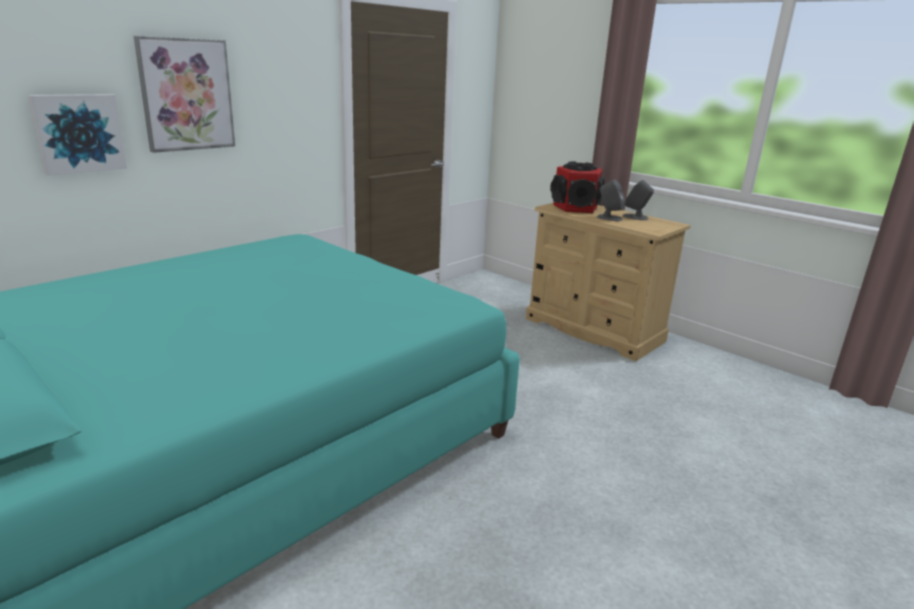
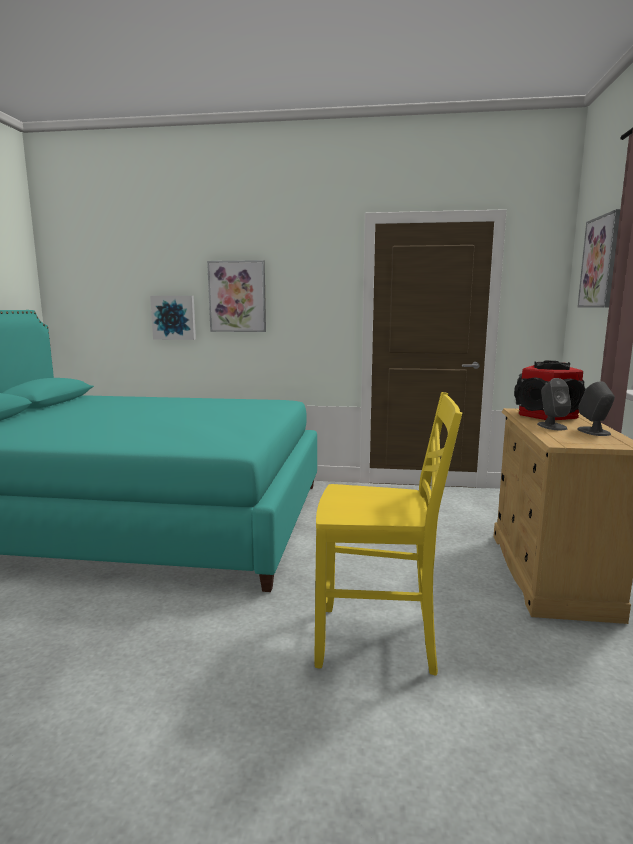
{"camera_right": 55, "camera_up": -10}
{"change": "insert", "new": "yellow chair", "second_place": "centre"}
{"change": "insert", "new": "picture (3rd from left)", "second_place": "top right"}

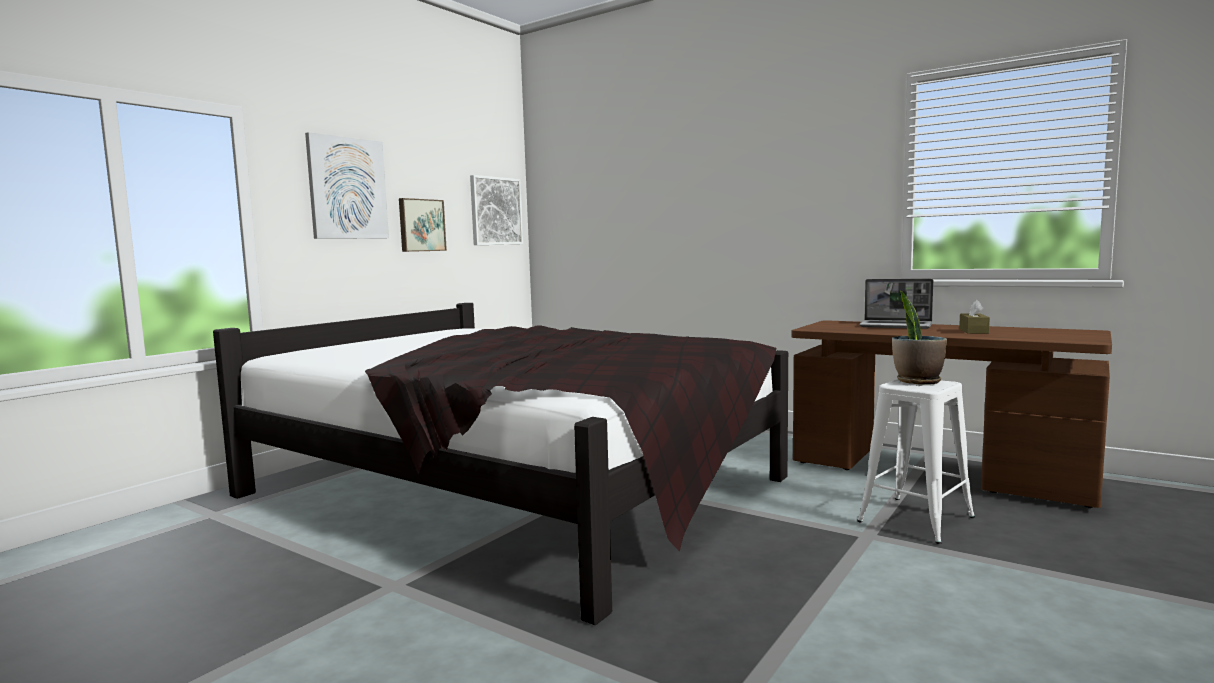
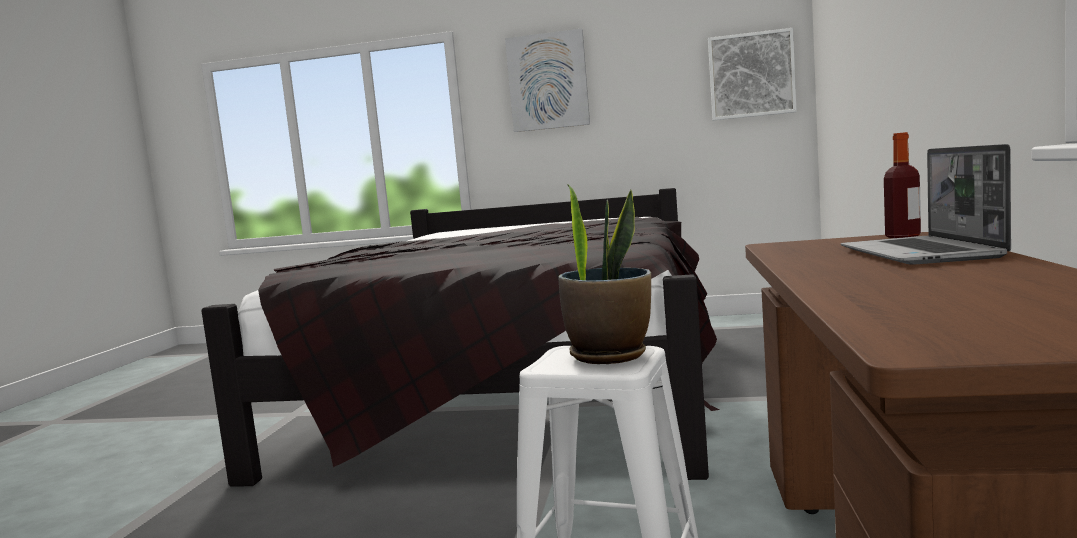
{"camera_right": 65, "camera_up": 0}
{"change": "delete", "old": "picture (2nd from left)", "first_place": "top centre"}
{"change": "delete", "old": "brown tissue box", "first_place": "middle right"}
{"change": "insert", "new": "bottle", "second_place": "middle right"}

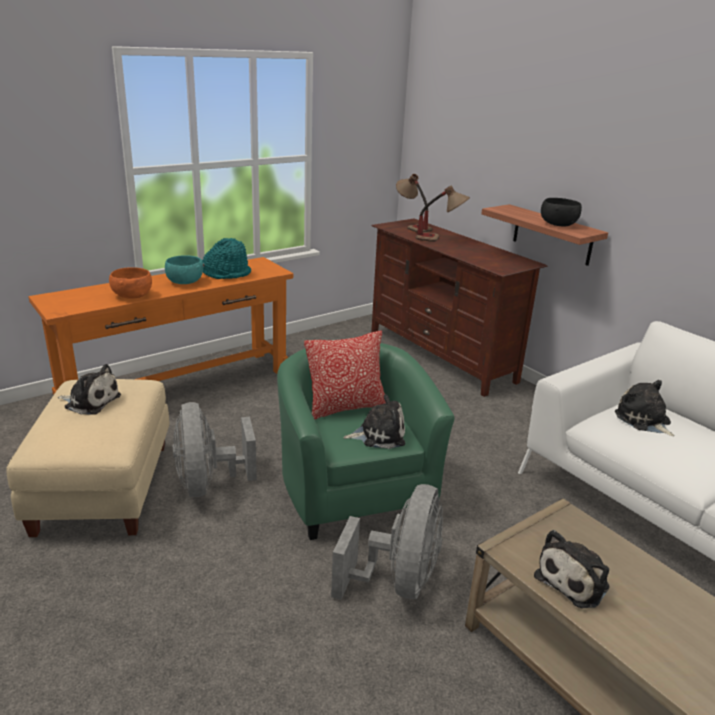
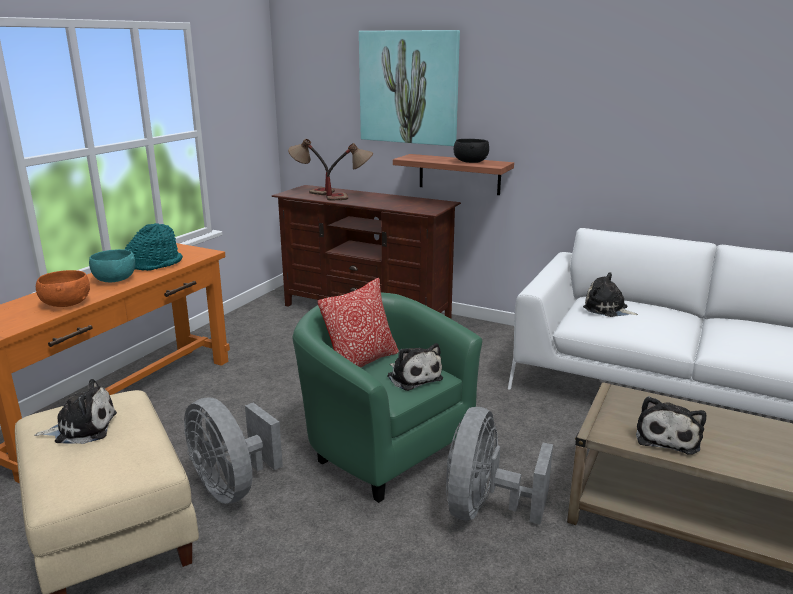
{"camera_right": -25, "camera_up": -5}
{"change": "insert", "new": "picture", "second_place": "top centre"}
{"change": "rotate", "old": "grey fan (2nd from left)", "first_place": "bottom centre", "second_place": "bottom centre", "degrees": -150}
{"change": "rotate", "old": "plush toy (2nd from left)", "first_place": "centre", "second_place": "centre", "degrees": 90}

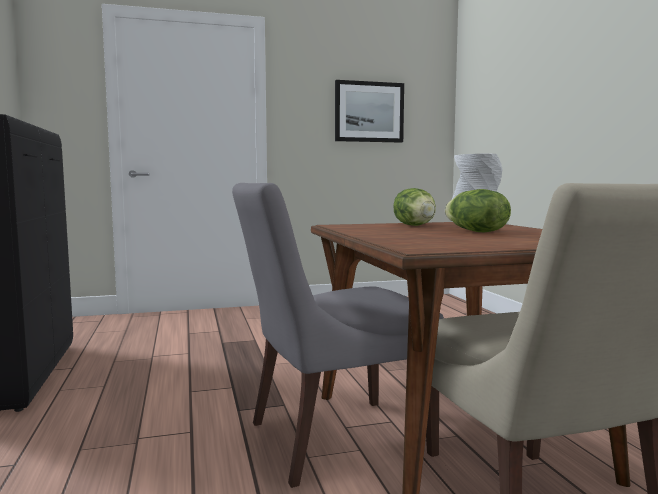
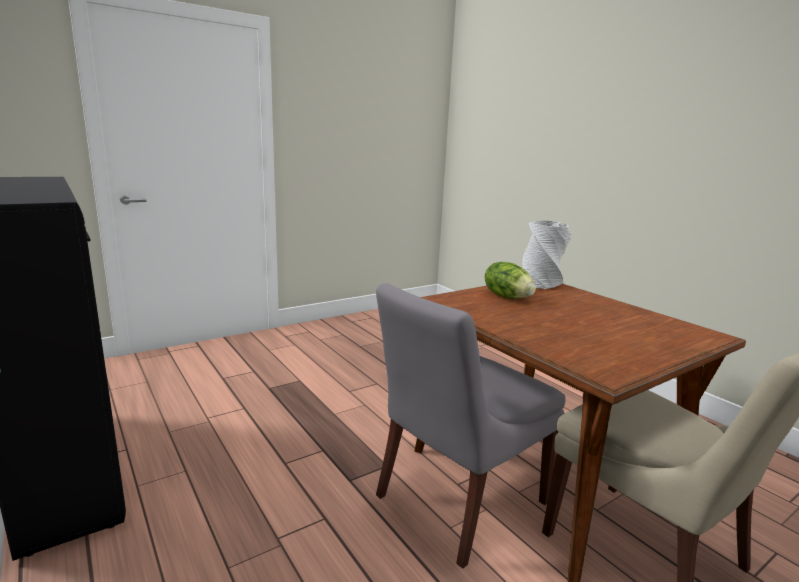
{"camera_right": -20, "camera_up": 10}
{"change": "delete", "old": "picture", "first_place": "top centre"}
{"change": "delete", "old": "lettuce (2nd from left)", "first_place": "middle right"}

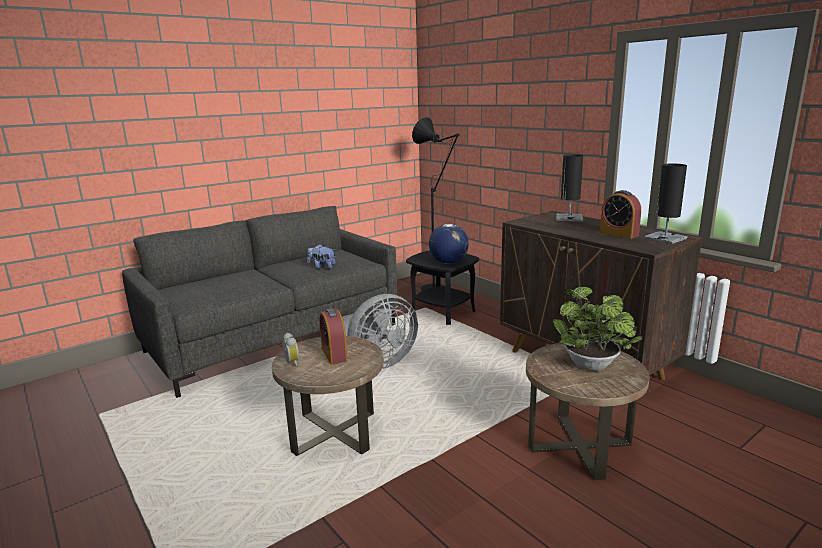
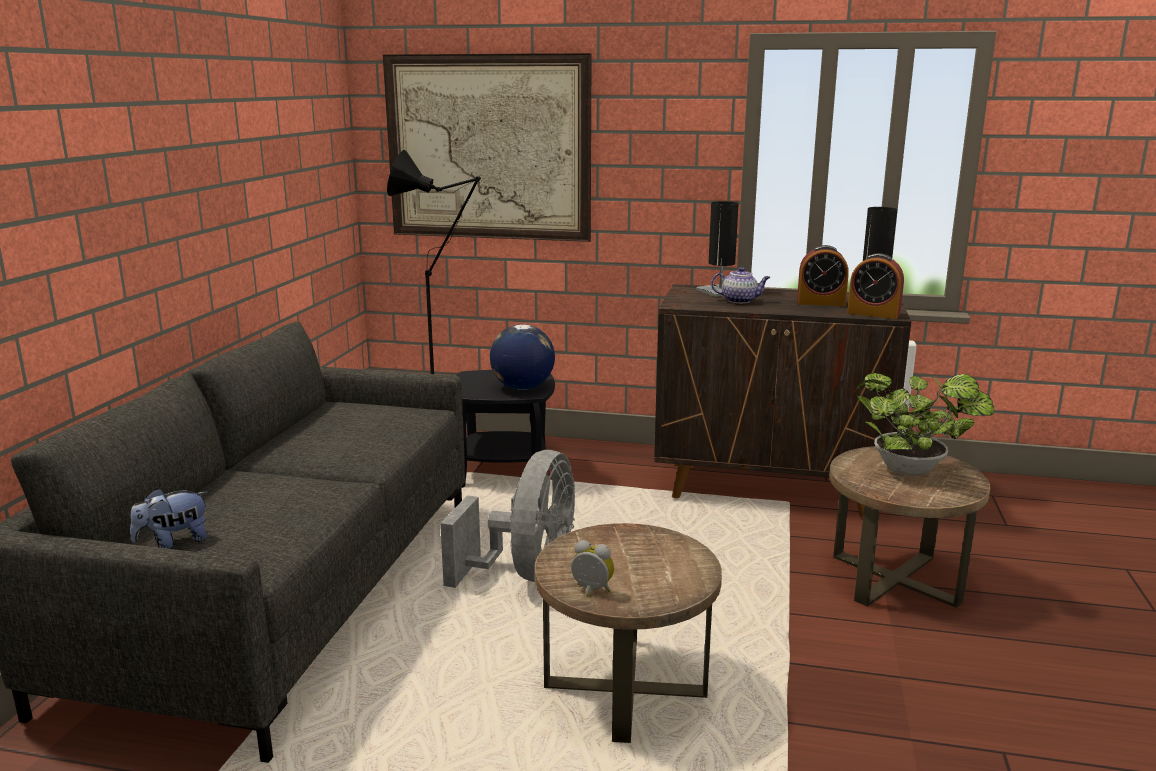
{"camera_right": -40, "camera_up": 0}
{"change": "insert", "new": "picture", "second_place": "top centre"}
{"change": "insert", "new": "teapot", "second_place": "centre"}
{"change": "move", "old": "plush toy", "first_place": "centre", "second_place": "bottom left"}
{"change": "move", "old": "alarm clock (2nd from left in the first image)", "new": "alarm clock (3rd from left)", "first_place": "centre", "second_place": "middle right"}

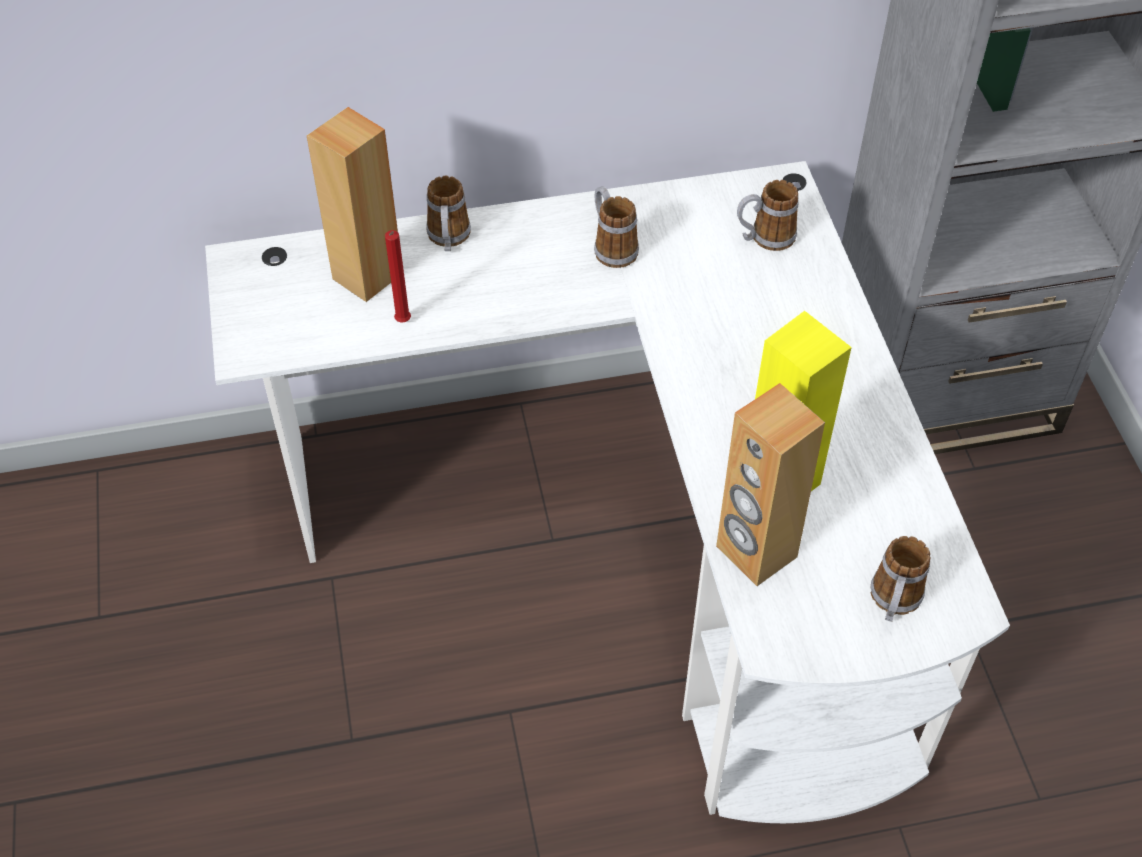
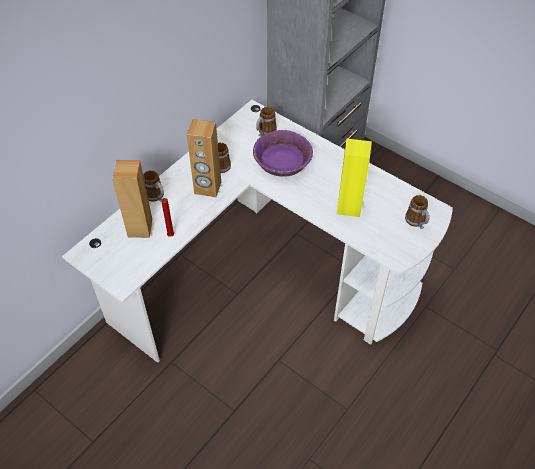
{"camera_right": -40, "camera_up": 0}
{"change": "insert", "new": "purple bowl", "second_place": "top centre"}
{"change": "move", "old": "brown speaker (2nd from left)", "first_place": "middle right", "second_place": "centre"}

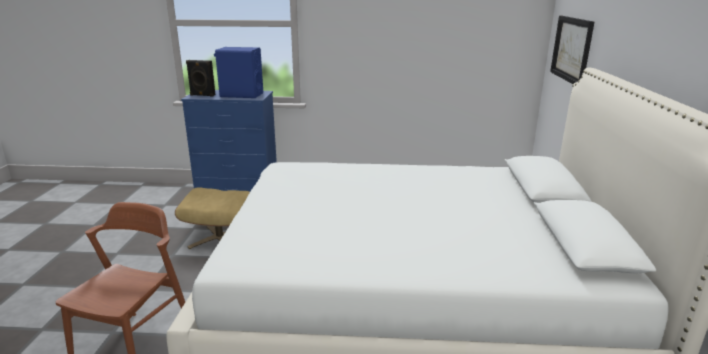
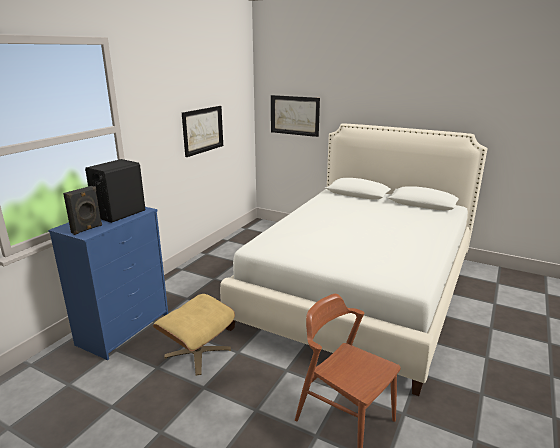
{"camera_right": -65, "camera_up": 0}
{"change": "insert", "new": "picture (1st from left)", "second_place": "top centre"}
{"change": "recolor", "old": "blue speaker", "new": "black speaker (2nd from left)", "first_place": "top centre", "second_place": "middle left"}

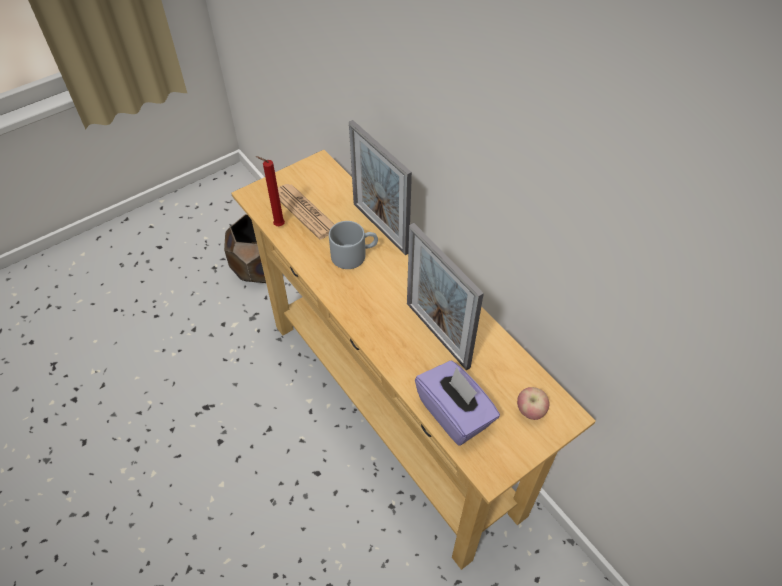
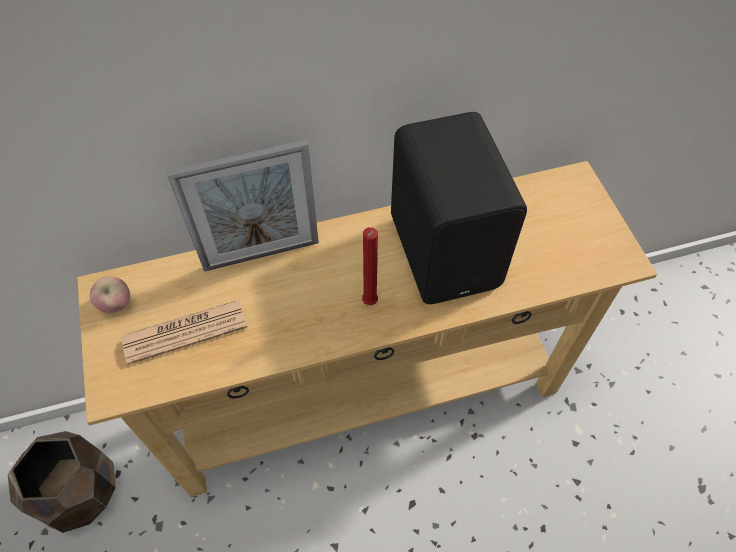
{"camera_right": -70, "camera_up": 5}
{"change": "delete", "old": "grey mug", "first_place": "centre"}
{"change": "delete", "old": "purple tissue box", "first_place": "bottom centre"}
{"change": "move", "old": "red candle", "first_place": "top centre", "second_place": "centre"}
{"change": "move", "old": "apple", "first_place": "bottom right", "second_place": "middle left"}
{"change": "replace", "old": "picture frame (2nd from left)", "new": "black speaker", "first_place": "centre", "second_place": "centre"}

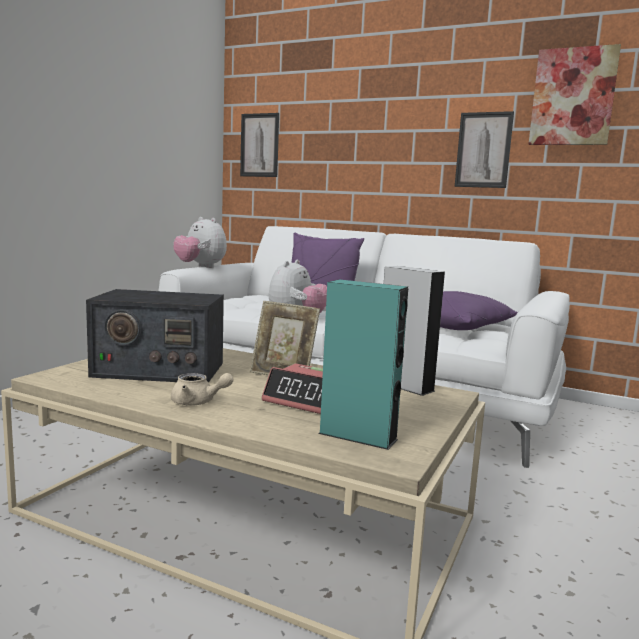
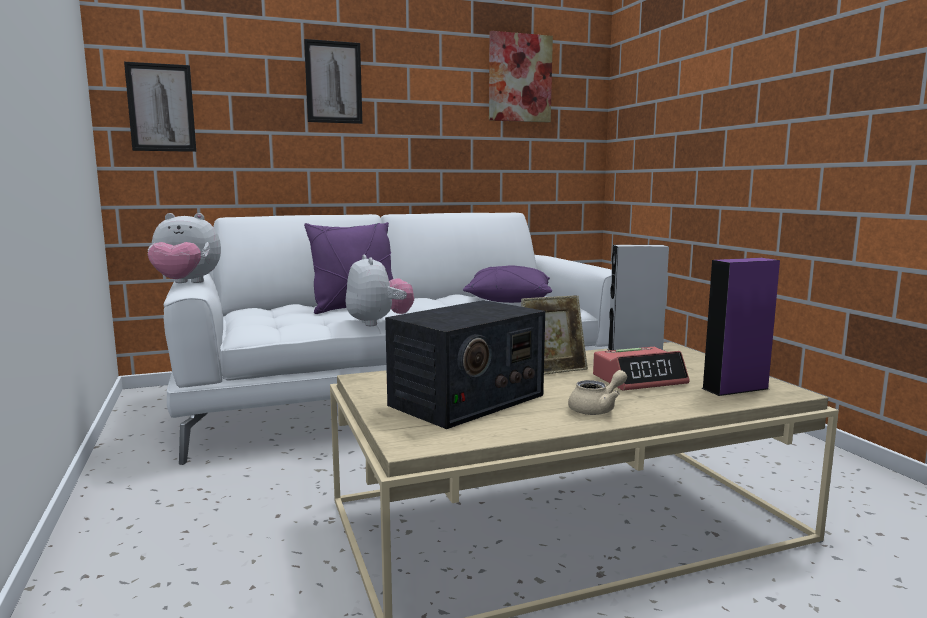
{"camera_right": -45, "camera_up": 0}
{"change": "move", "old": "picture (2nd from left)", "first_place": "top right", "second_place": "top centre"}
{"change": "recolor", "old": "turquoise speaker", "new": "purple speaker", "first_place": "centre", "second_place": "middle right"}

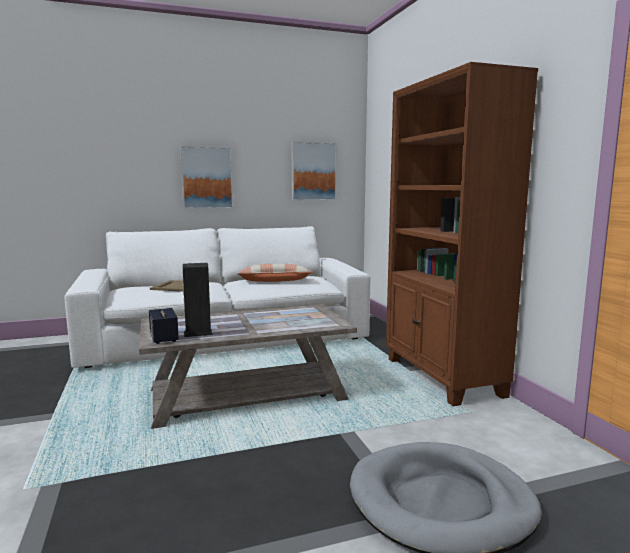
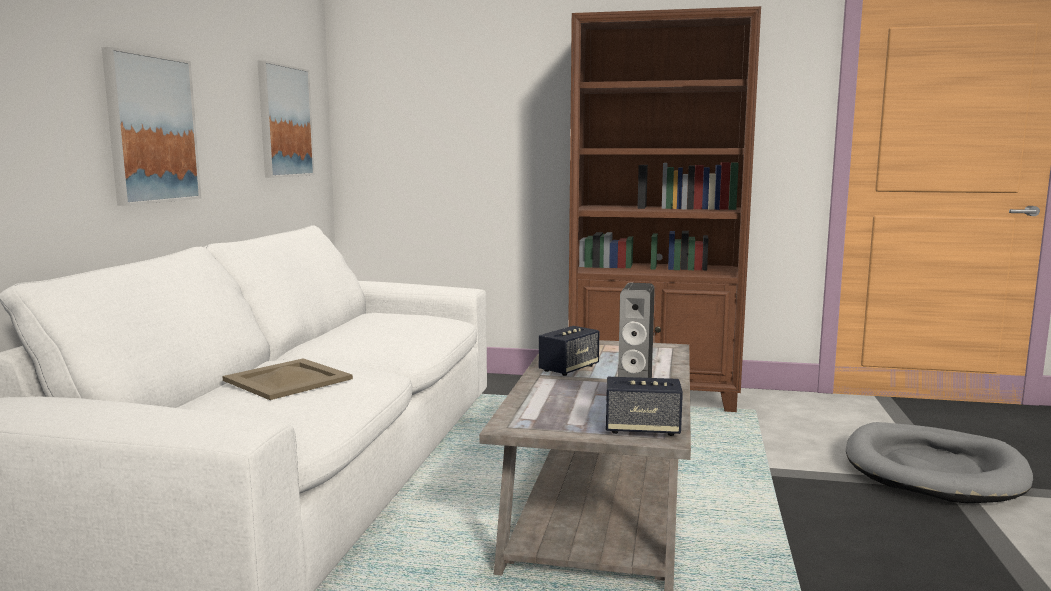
{"camera_right": -60, "camera_up": 0}
{"change": "delete", "old": "pillow", "first_place": "centre"}
{"change": "insert", "new": "speaker (1st from left)", "second_place": "centre"}

